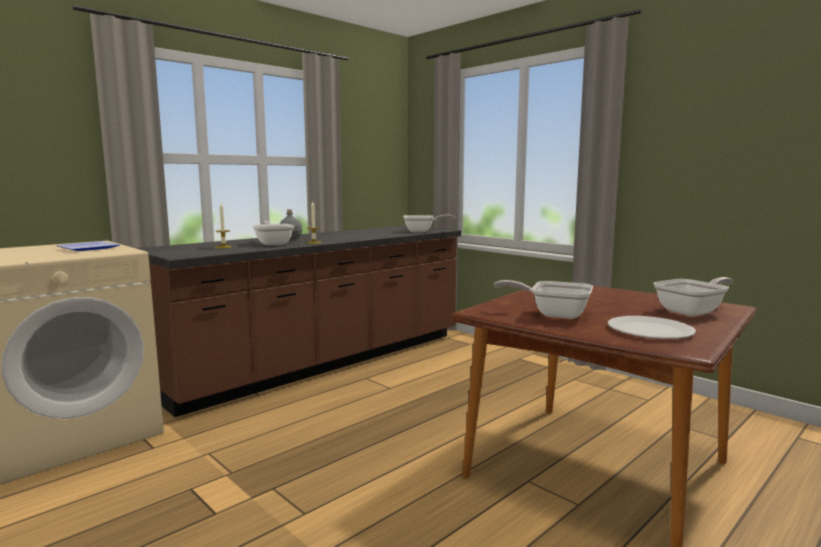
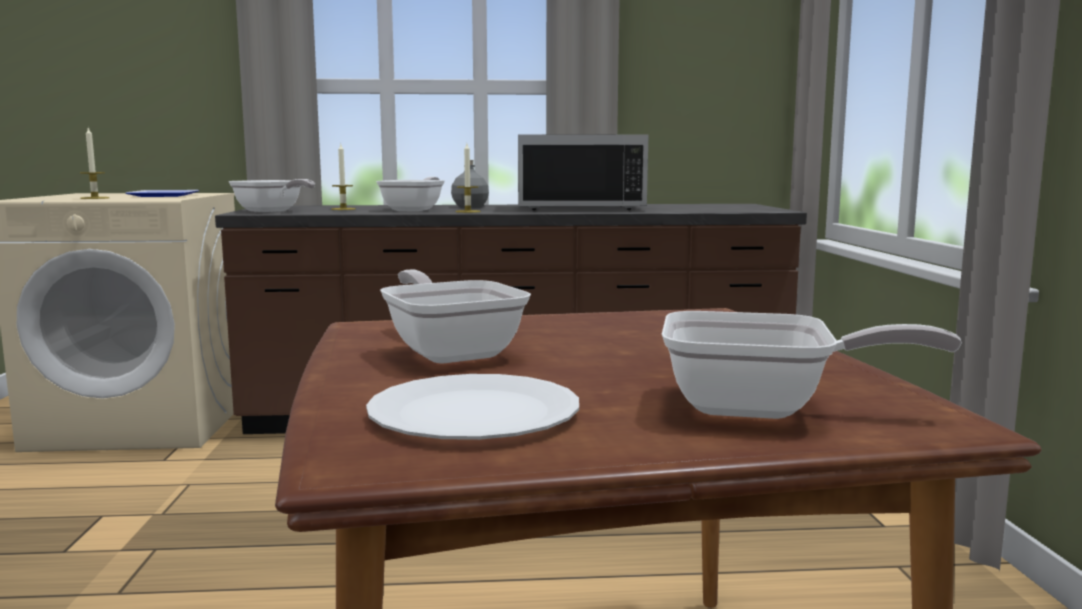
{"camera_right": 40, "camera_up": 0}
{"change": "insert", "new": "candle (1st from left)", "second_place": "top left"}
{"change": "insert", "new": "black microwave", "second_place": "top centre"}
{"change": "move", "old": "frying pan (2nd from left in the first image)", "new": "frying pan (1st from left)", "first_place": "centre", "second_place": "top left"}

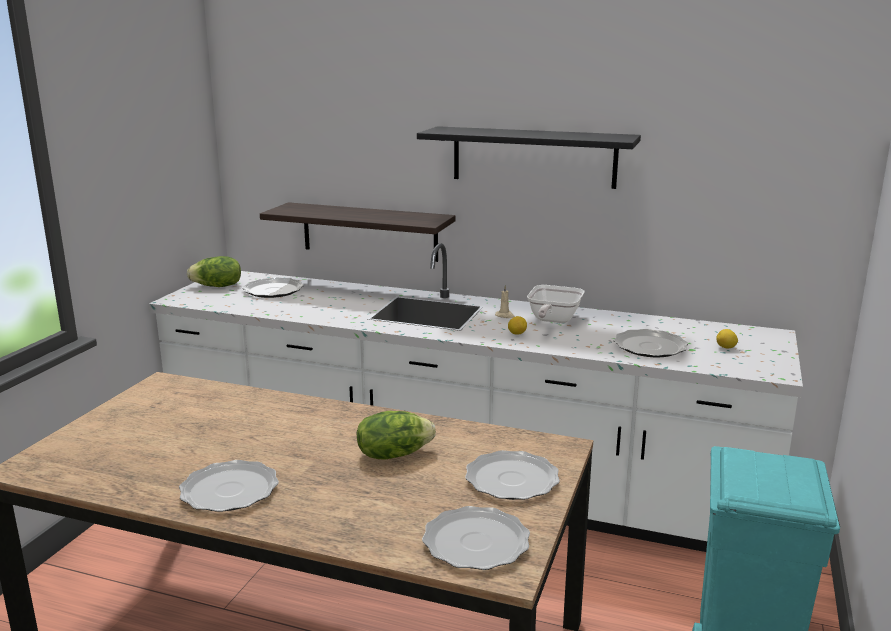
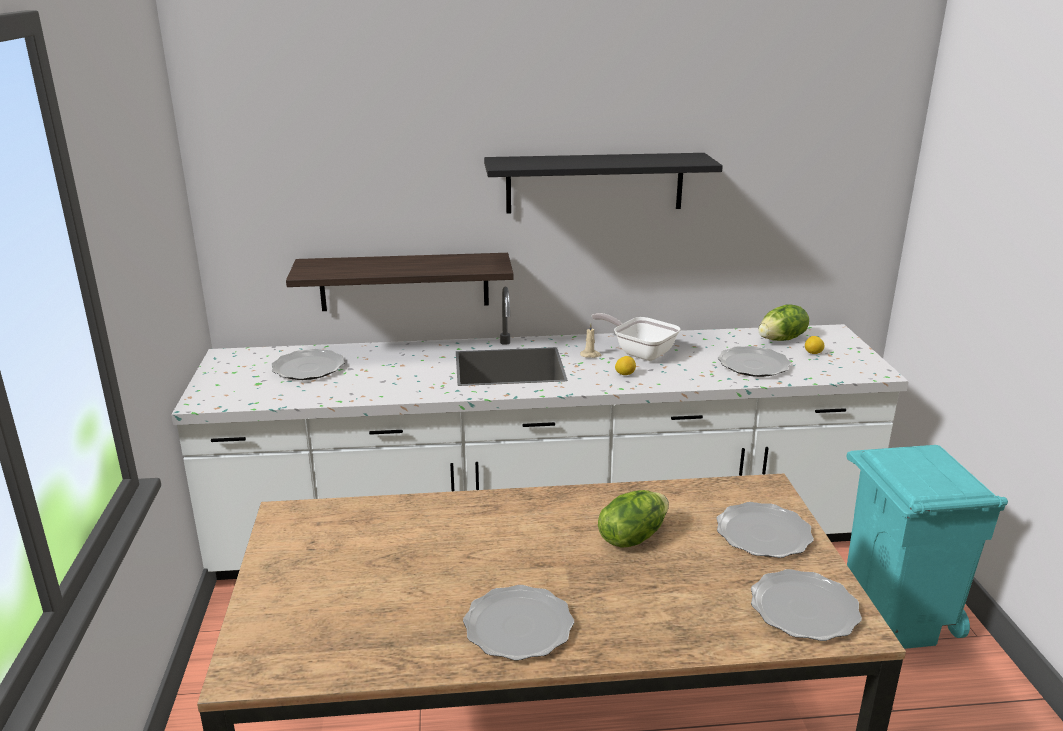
{"camera_right": -25, "camera_up": 5}
{"change": "move", "old": "lettuce (1st from left in the first image)", "new": "lettuce (2nd from left)", "first_place": "middle left", "second_place": "middle right"}
{"change": "rotate", "old": "frying pan", "first_place": "centre", "second_place": "centre", "degrees": 135}

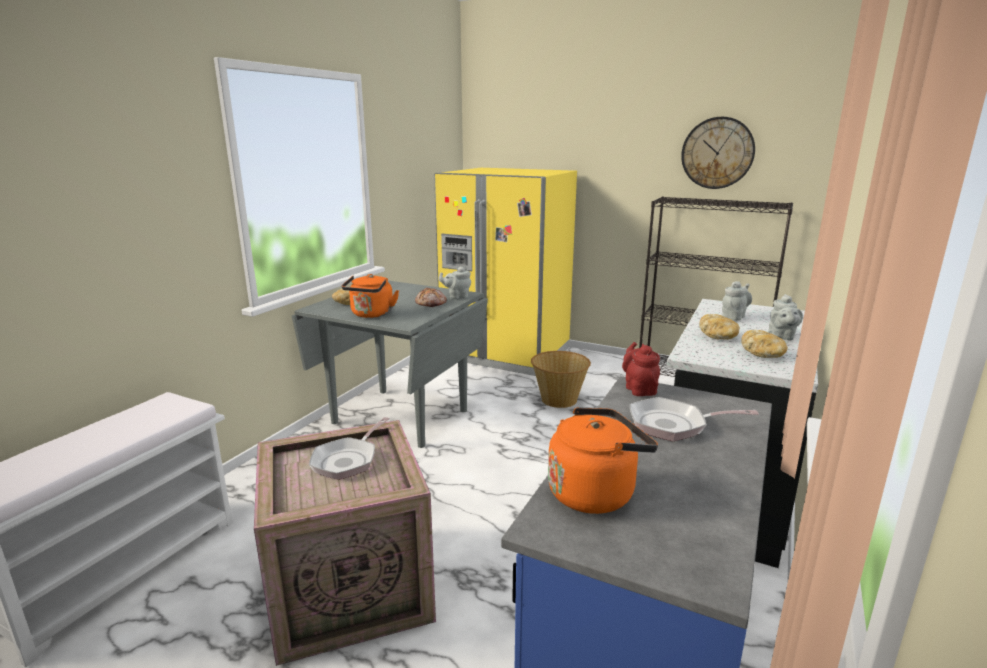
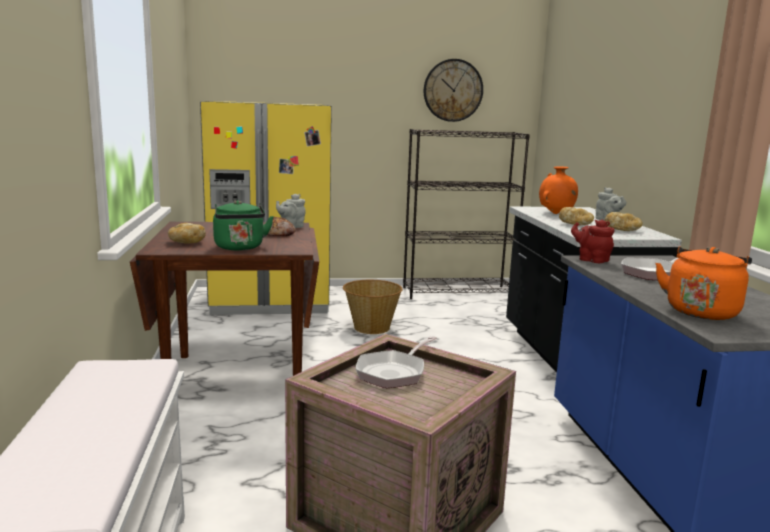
{"camera_right": -35, "camera_up": -5}
{"change": "replace", "old": "grey teapot (2nd from left)", "new": "orange vase", "first_place": "middle right", "second_place": "middle right"}
{"change": "recolor", "old": "grey dining table", "new": "brown dining table", "first_place": "centre", "second_place": "middle left"}
{"change": "recolor", "old": "orange kettle (1st from left)", "new": "green kettle", "first_place": "centre", "second_place": "middle left"}
{"change": "rotate", "old": "frying pan (1st from left)", "first_place": "bottom centre", "second_place": "bottom centre", "degrees": 45}

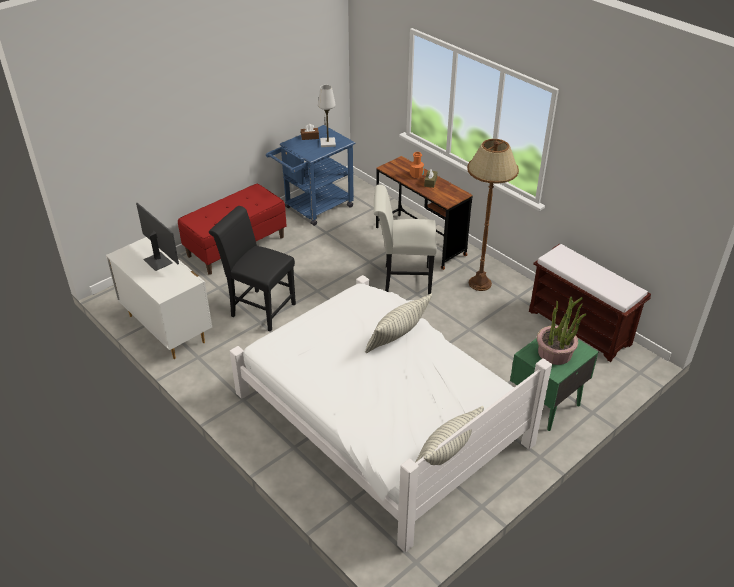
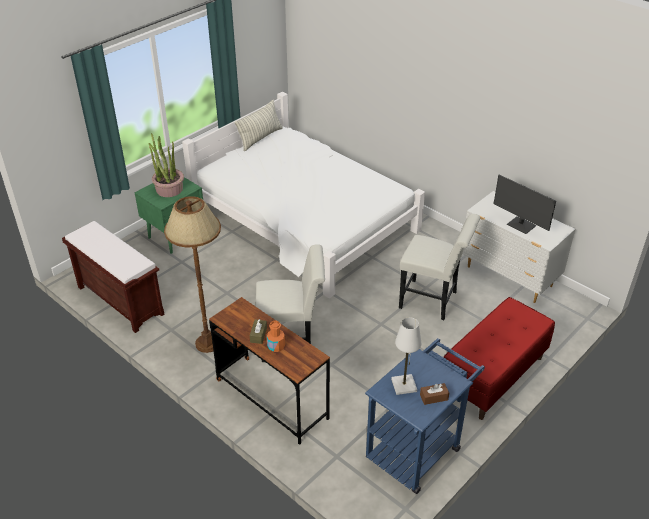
{"camera_right": 175, "camera_up": 0}
{"change": "delete", "old": "pillow (1st from left)", "first_place": "centre"}
{"change": "recolor", "old": "black chair", "new": "white chair (2nd from left)", "first_place": "centre", "second_place": "middle right"}

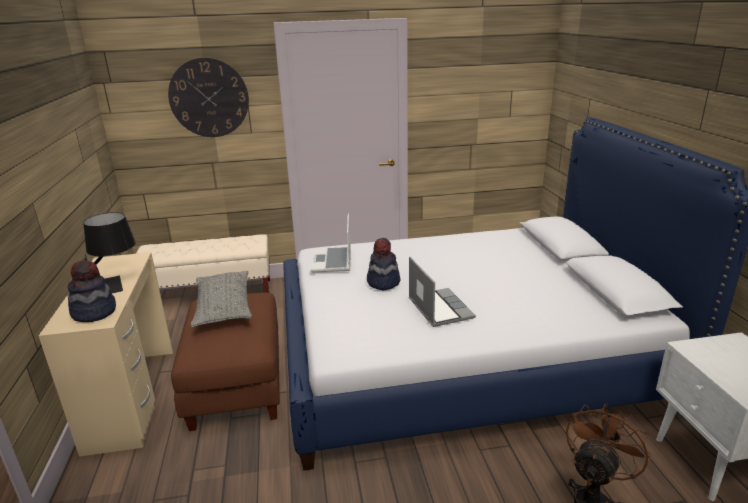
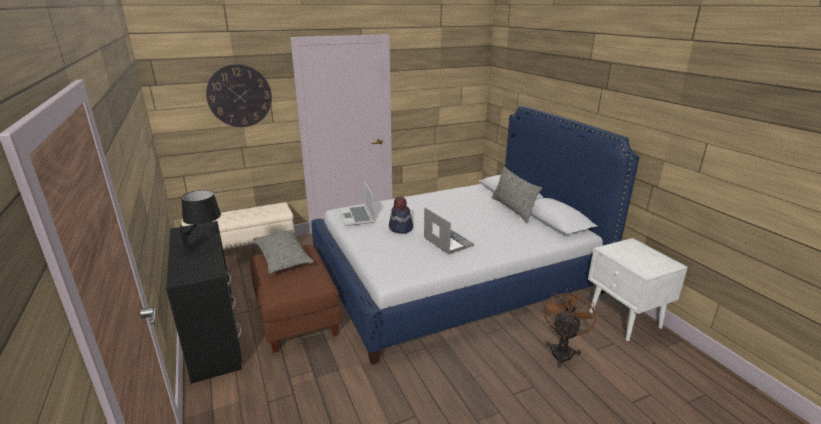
{"camera_right": -15, "camera_up": 0}
{"change": "delete", "old": "hat (1st from left)", "first_place": "middle left"}
{"change": "insert", "new": "grey pillow (2nd from left)", "second_place": "centre"}
{"change": "recolor", "old": "beige desk", "new": "black desk", "first_place": "bottom left", "second_place": "bottom left"}

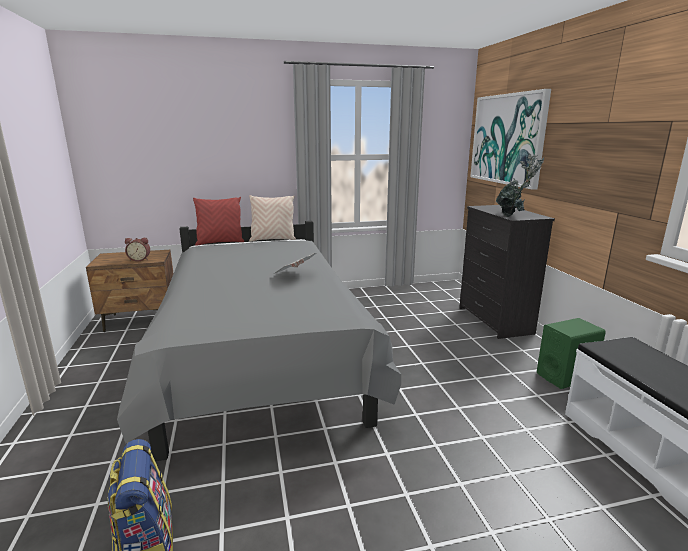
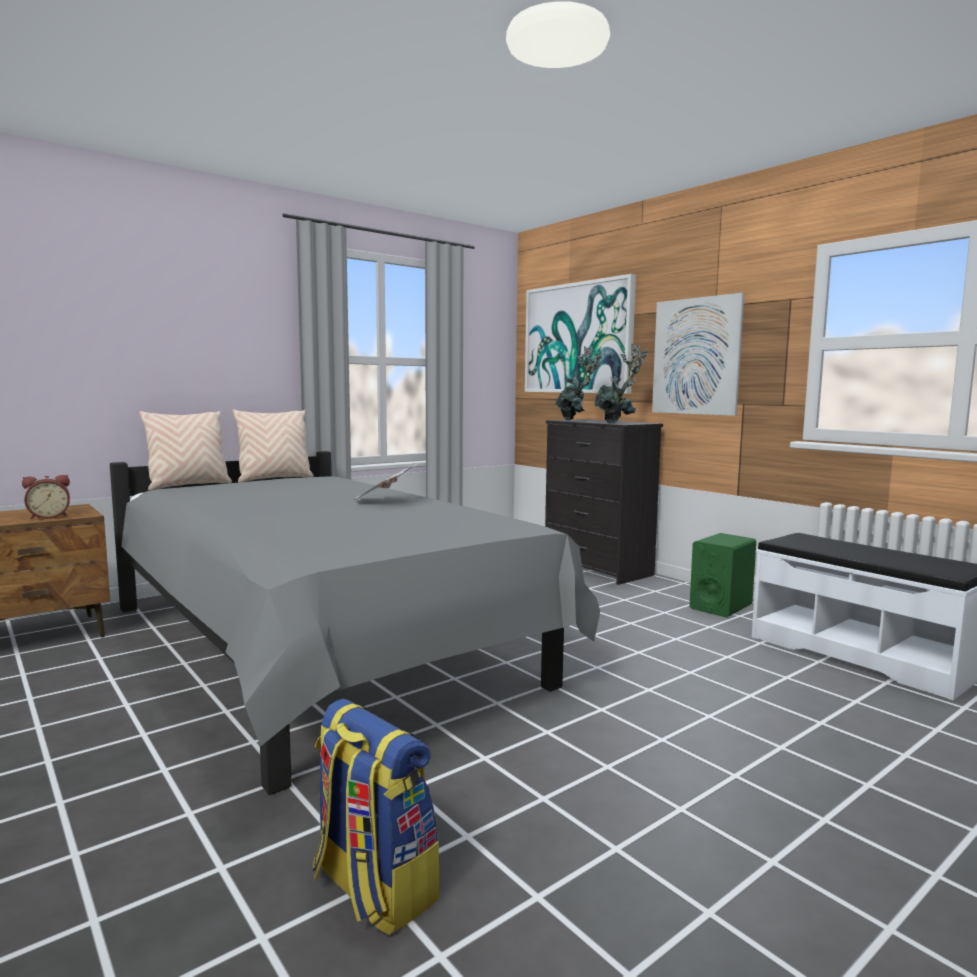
{"camera_right": -25, "camera_up": -10}
{"change": "insert", "new": "potted plant (1st from left)", "second_place": "centre"}
{"change": "insert", "new": "picture (2nd from left)", "second_place": "middle right"}
{"change": "recolor", "old": "red pillow", "new": "beige pillow (1st from left)", "first_place": "middle left", "second_place": "middle left"}

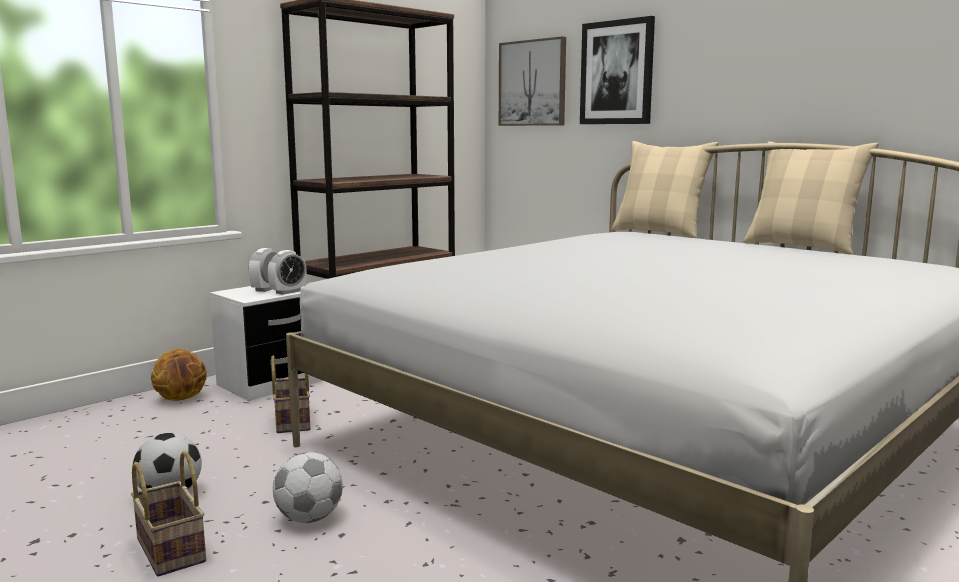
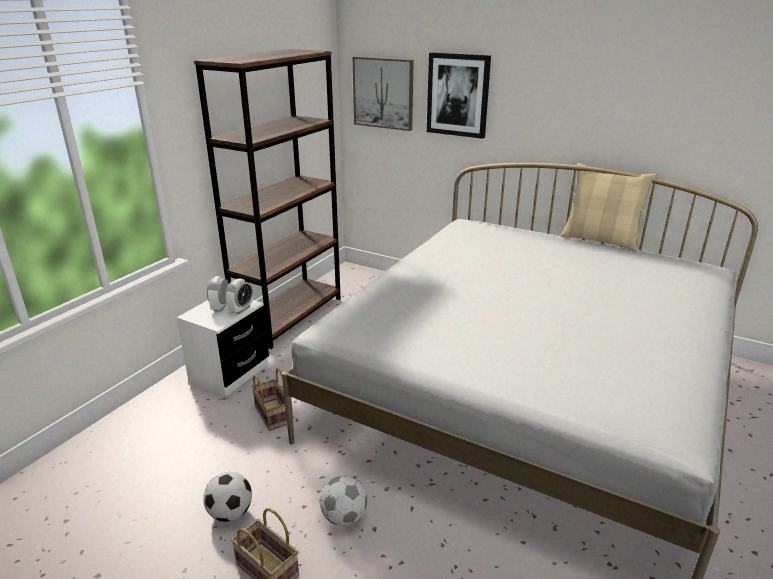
{"camera_right": -15, "camera_up": 15}
{"change": "delete", "old": "basketball", "first_place": "middle left"}
{"change": "delete", "old": "beige pillow (1st from left)", "first_place": "top right"}

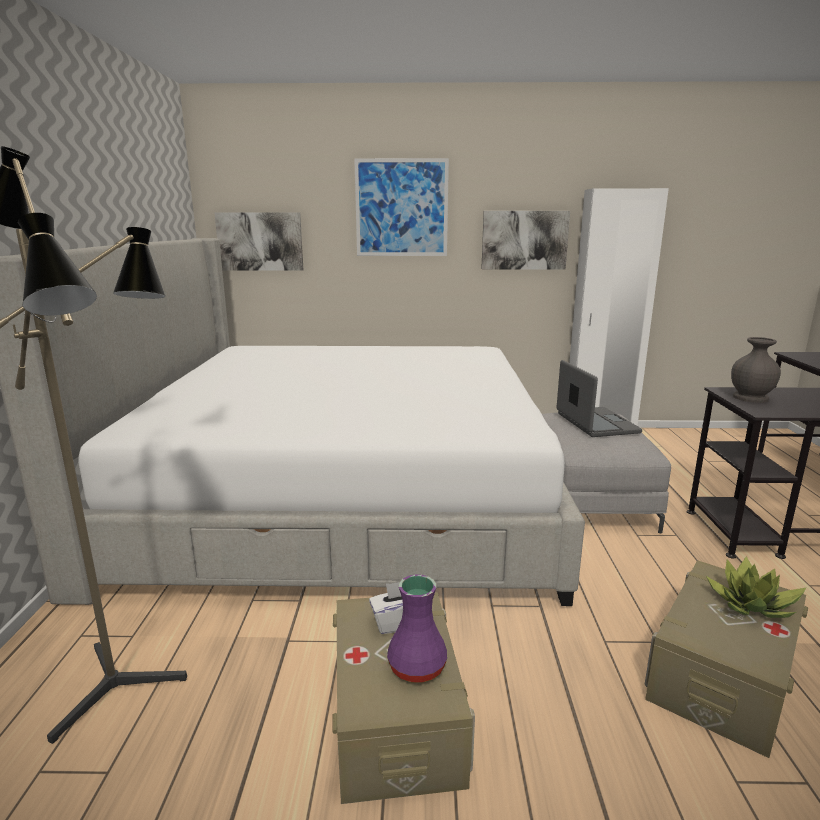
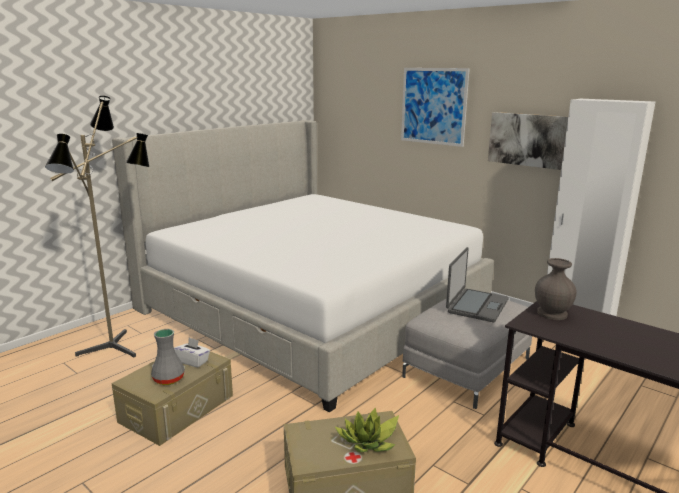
{"camera_right": 40, "camera_up": 0}
{"change": "delete", "old": "picture (1st from left)", "first_place": "top left"}
{"change": "recolor", "old": "purple vase", "new": "grey vase (1st from left)", "first_place": "bottom centre", "second_place": "bottom left"}

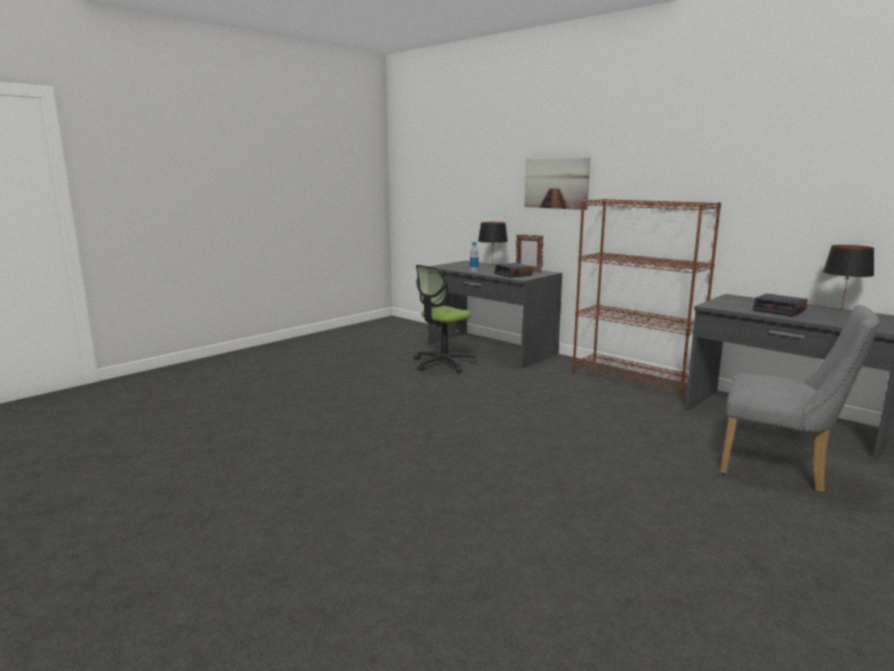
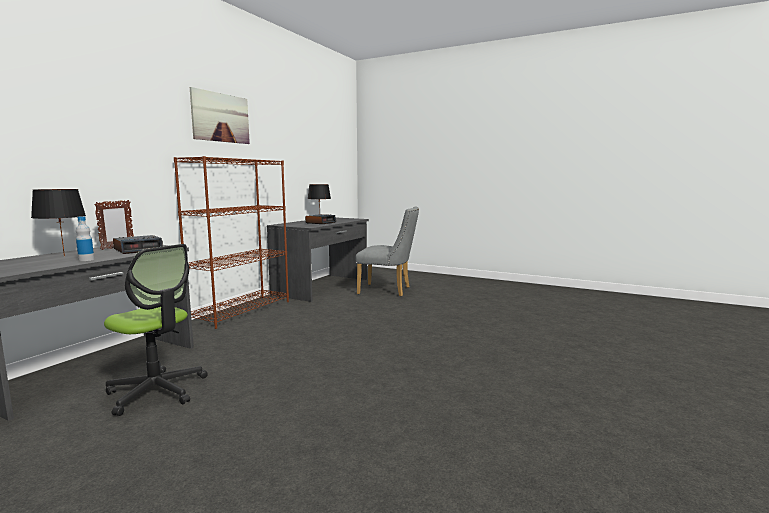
{"camera_right": -105, "camera_up": -5}
{"change": "move", "old": "picture", "first_place": "top centre", "second_place": "top left"}
{"change": "rotate", "old": "grey chair", "first_place": "middle right", "second_place": "centre", "degrees": 90}

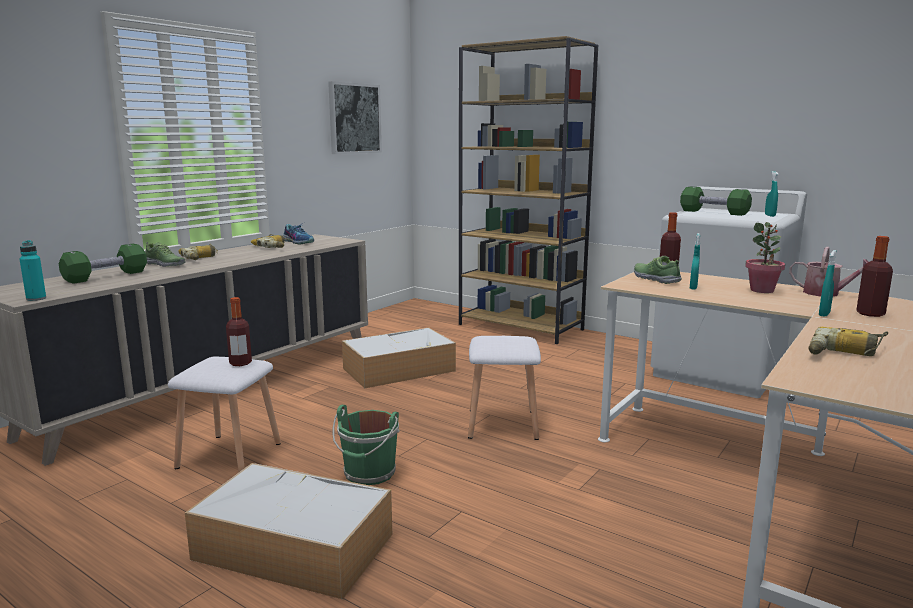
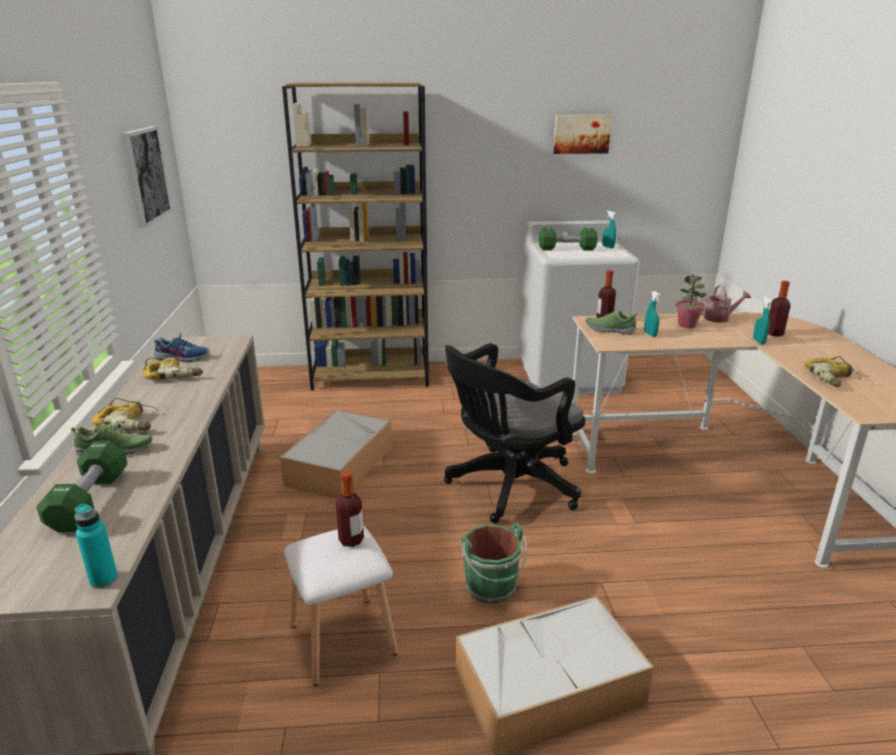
{"camera_right": -40, "camera_up": 10}
{"change": "insert", "new": "picture (2nd from left)", "second_place": "top centre"}
{"change": "replace", "old": "white stool (2nd from left)", "new": "black office chair", "first_place": "centre", "second_place": "centre"}

